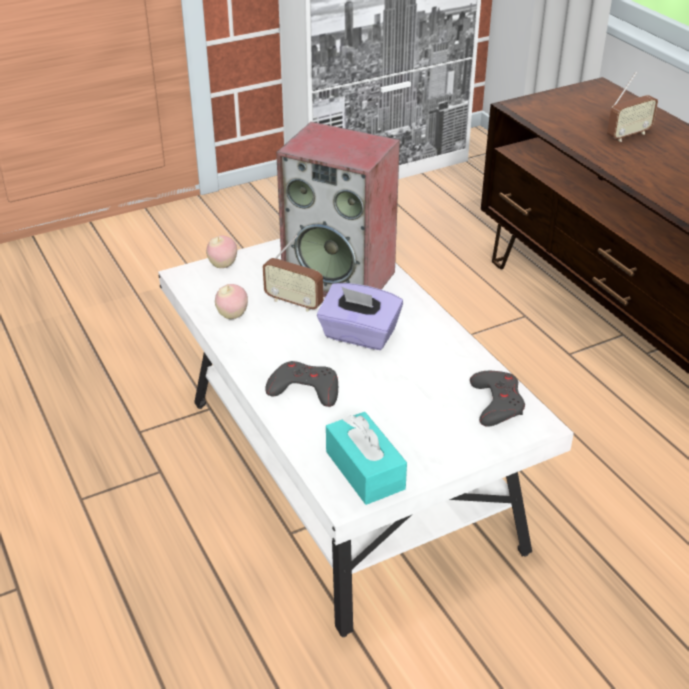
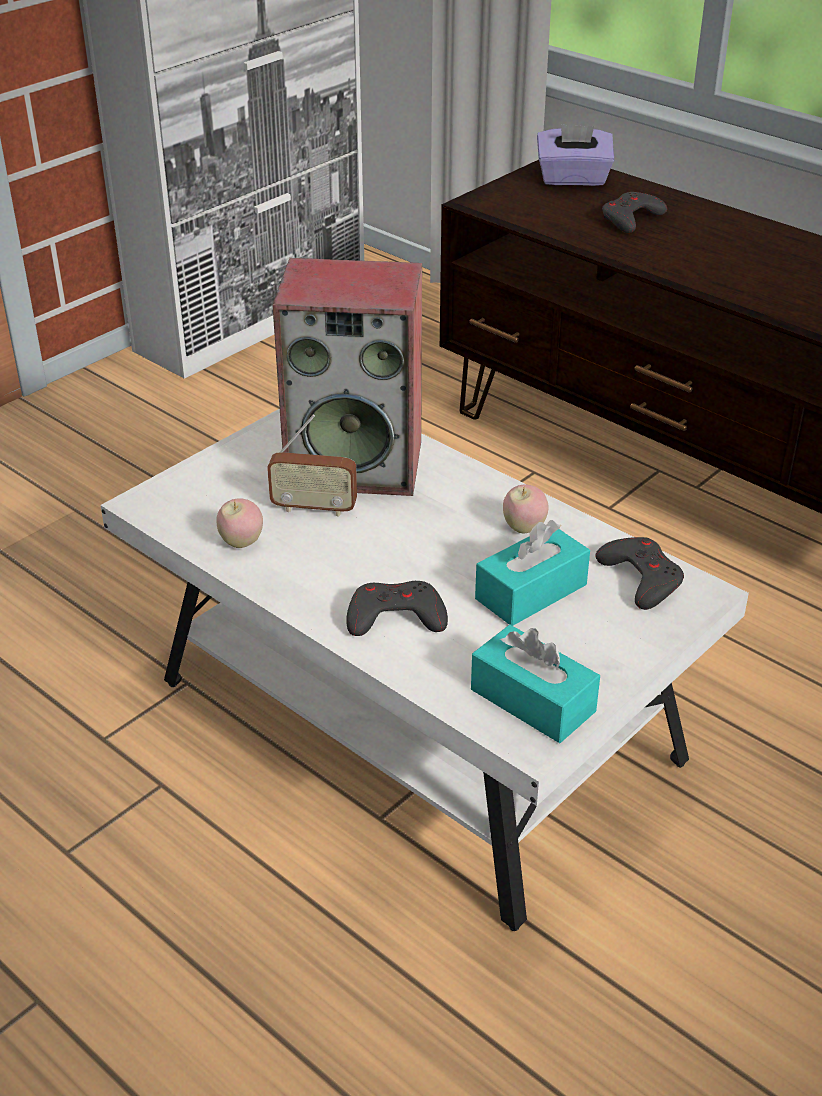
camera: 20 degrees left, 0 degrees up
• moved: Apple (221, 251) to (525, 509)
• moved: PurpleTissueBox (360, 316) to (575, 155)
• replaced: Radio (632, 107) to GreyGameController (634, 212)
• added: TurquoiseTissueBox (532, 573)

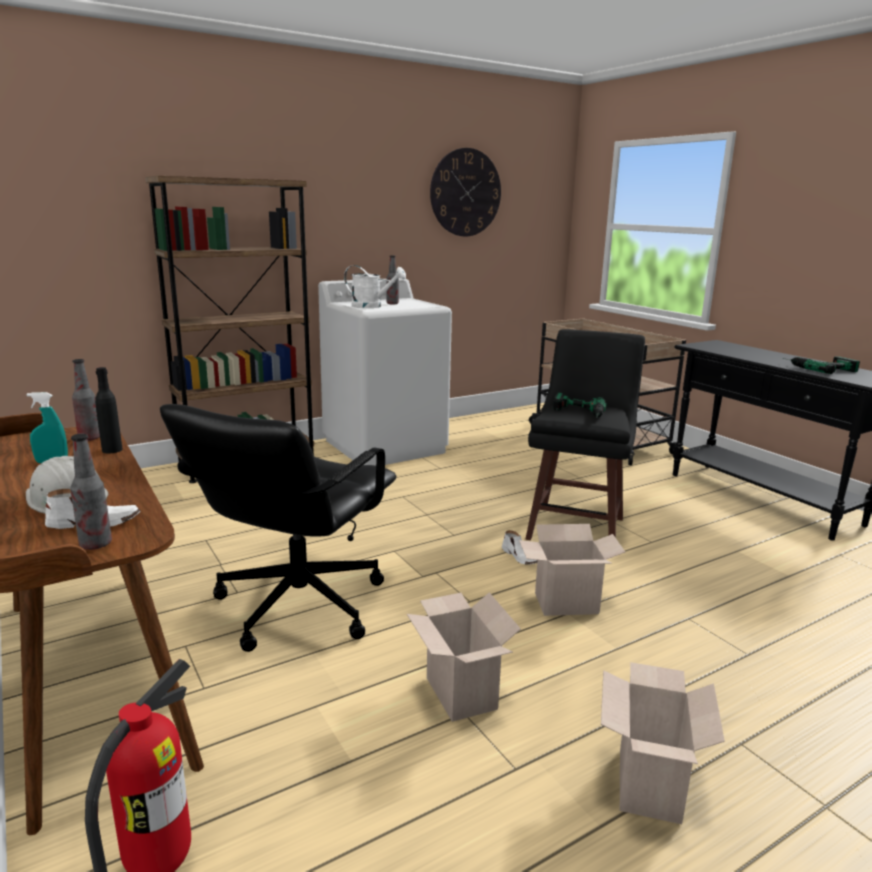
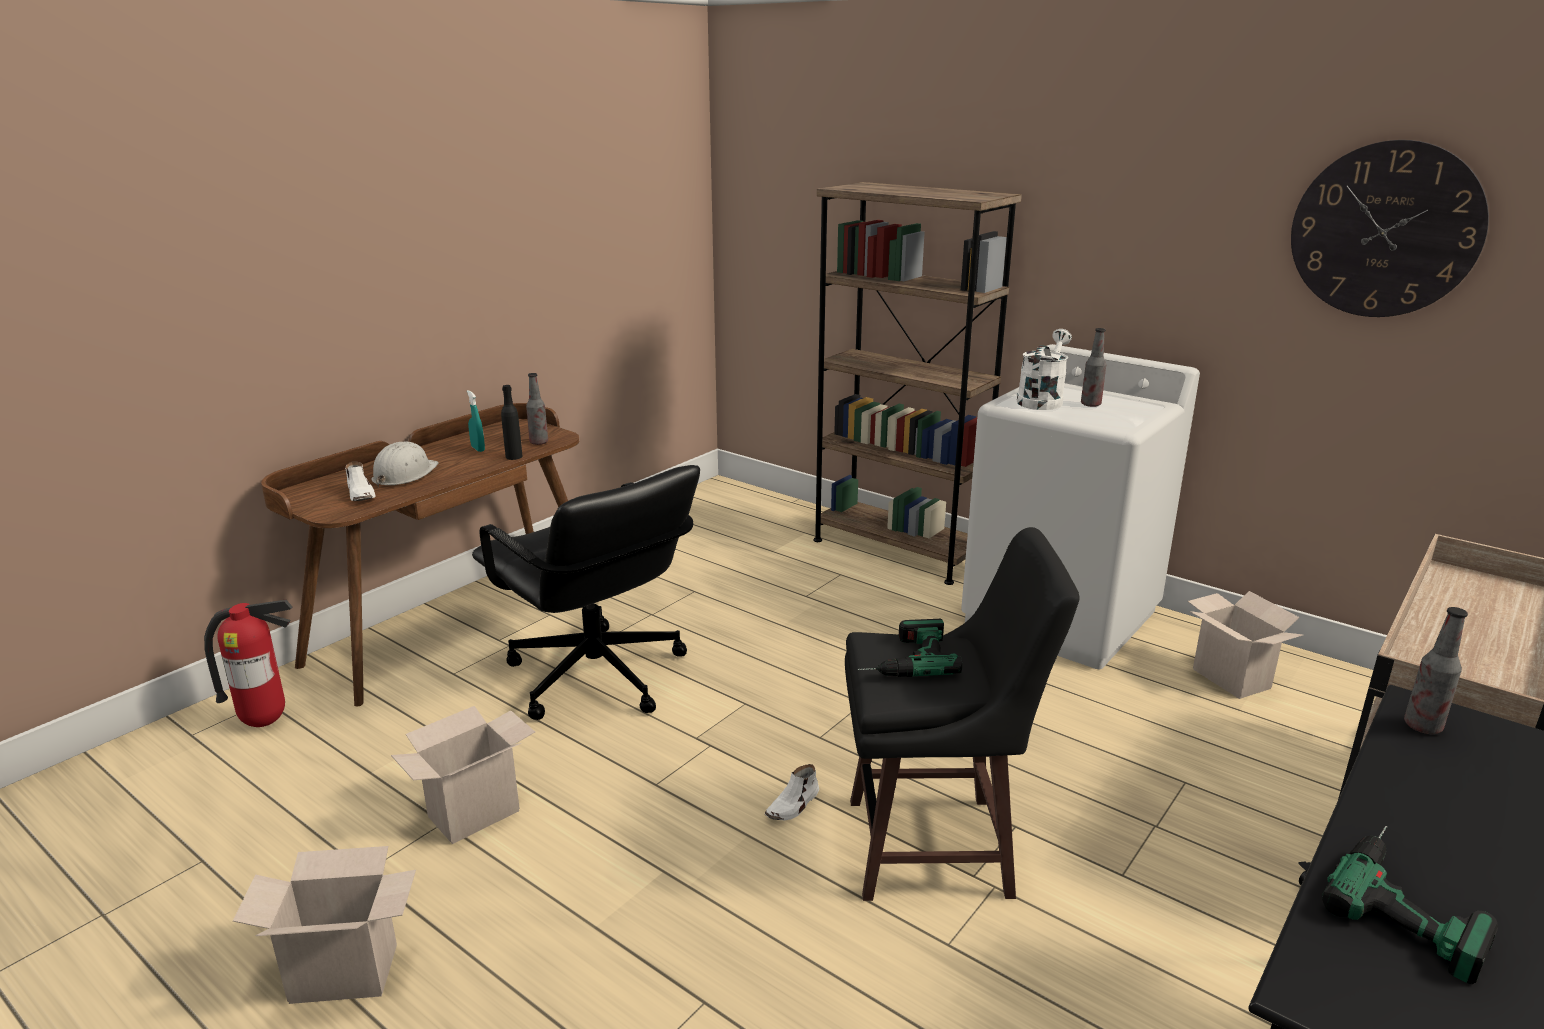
camera: 70 degrees right, 5 degrees up
• moved: Bottle (91, 492) to (1436, 670)
• turned: BlackOfficeChair (278, 528) = (586, 592) 135 degrees counterclockwise
• turned: WhiteWateringCan (375, 286) = (1044, 369) 150 degrees counterclockwise
• moved: CardboardBox (572, 570) to (1245, 645)

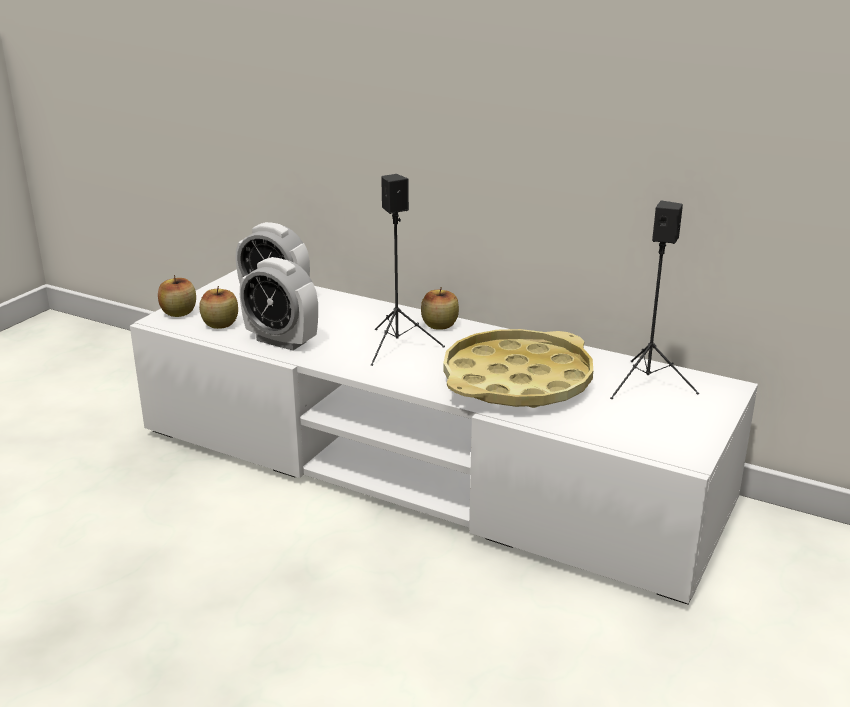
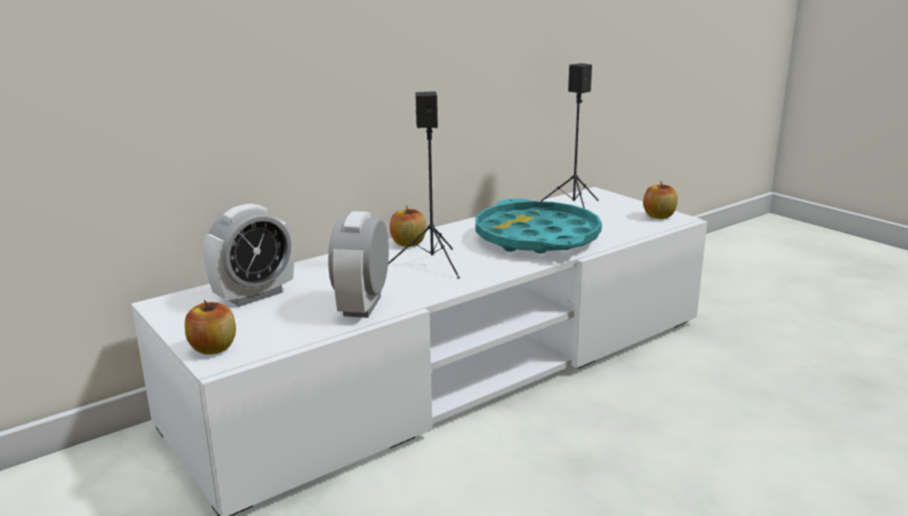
camera: 65 degrees left, 5 degrees down
• moved: Apple (218, 307) to (660, 200)
• turned: AlarmClock (279, 304) = (358, 264) 135 degrees clockwise
• recoloured: YellowTray (518, 368) to TurquoiseTray (539, 226)

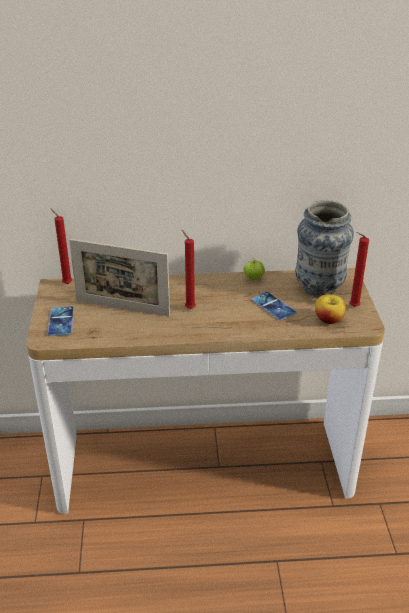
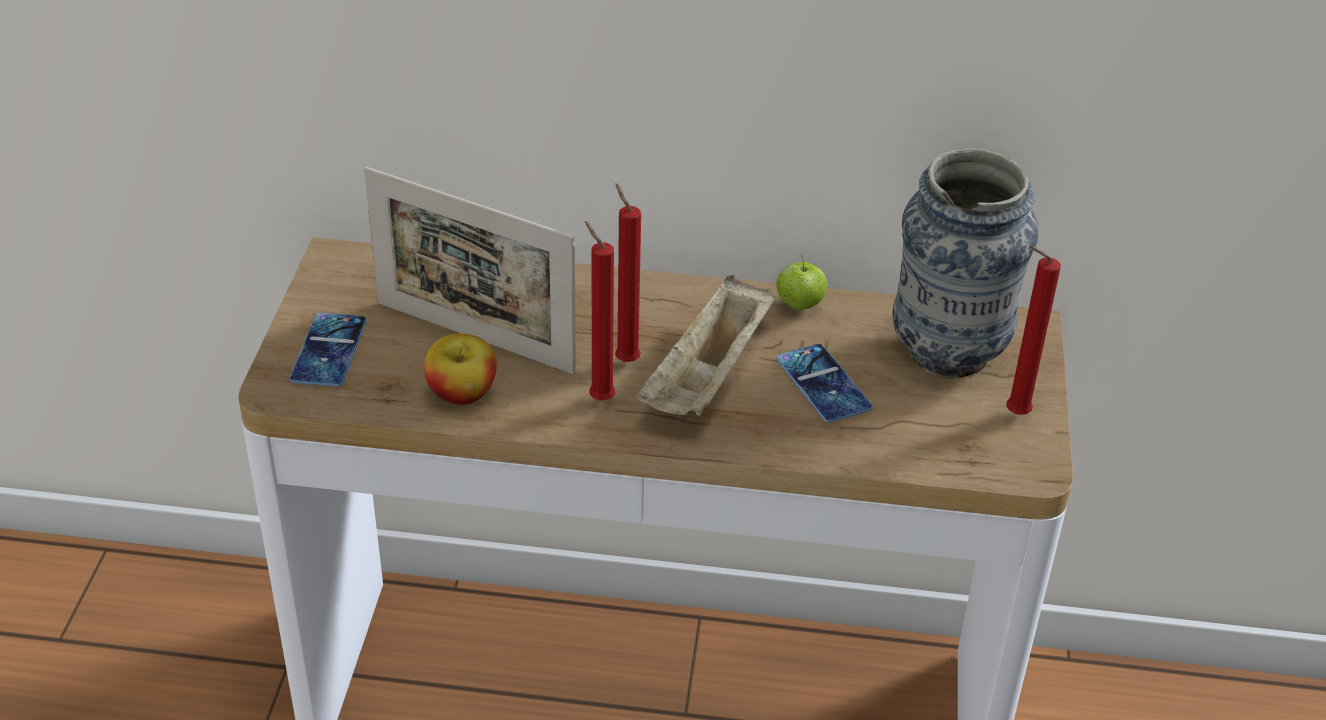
camera: 10 degrees right, 5 degrees up
• moved: RedCandle (61, 246) to (600, 310)
• moved: Apple (330, 309) to (460, 369)
• added: BeigeTray (706, 345)

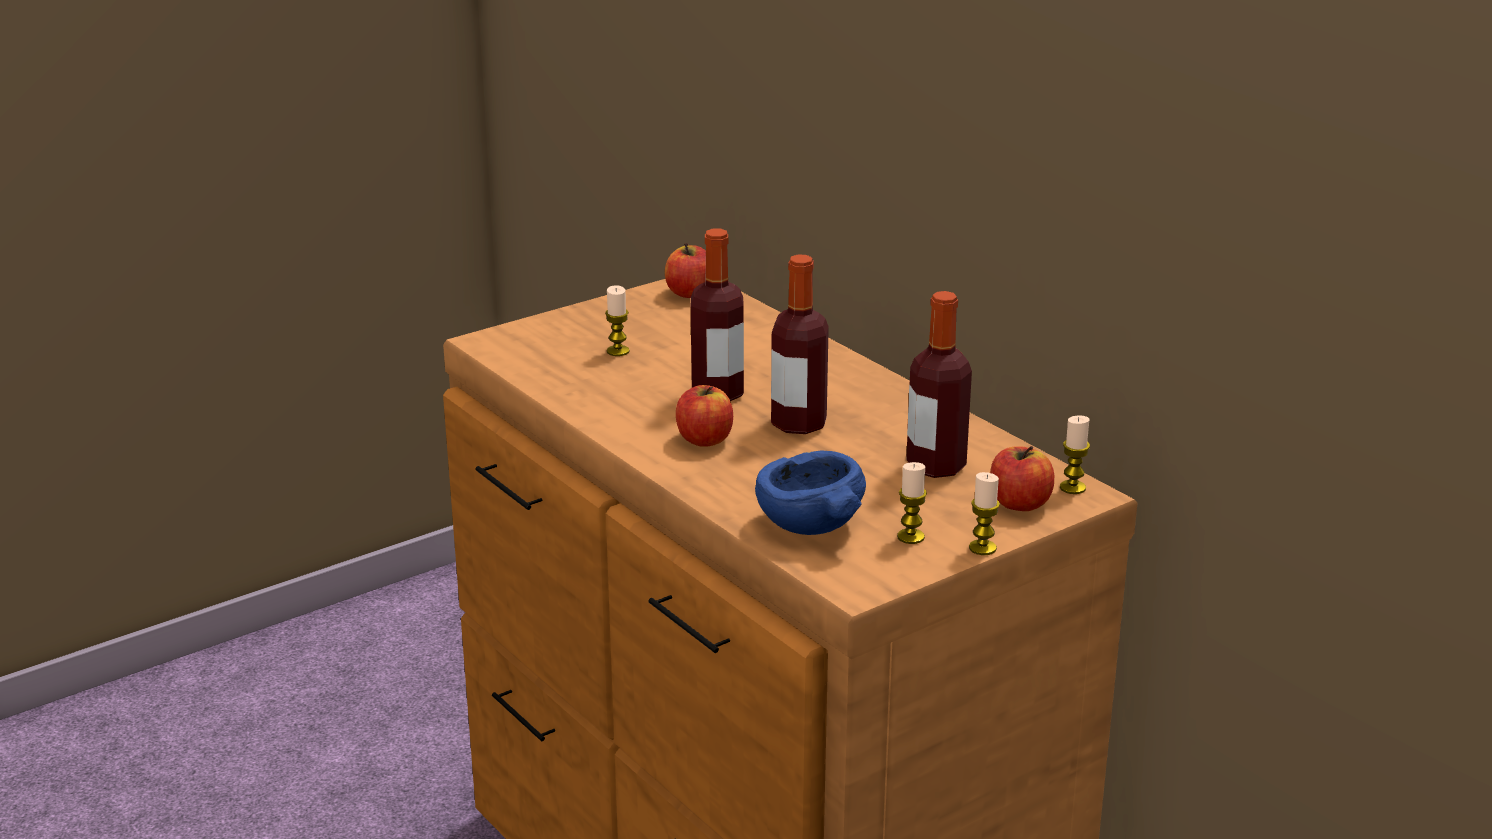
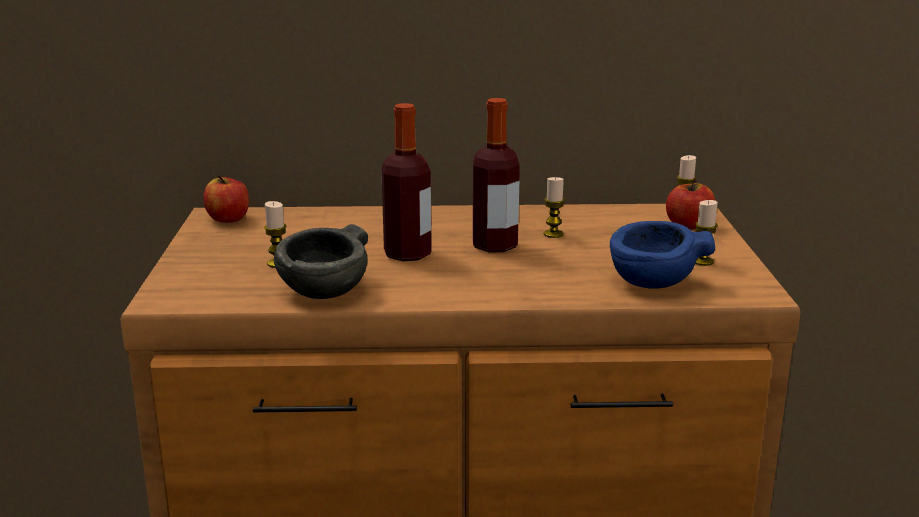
camera: 55 degrees left, 5 degrees down
• removed: Apple (704, 416)
• removed: Bottle (939, 384)
• moved: Candle (984, 513) to (554, 207)
• added: GreyBowl (321, 261)

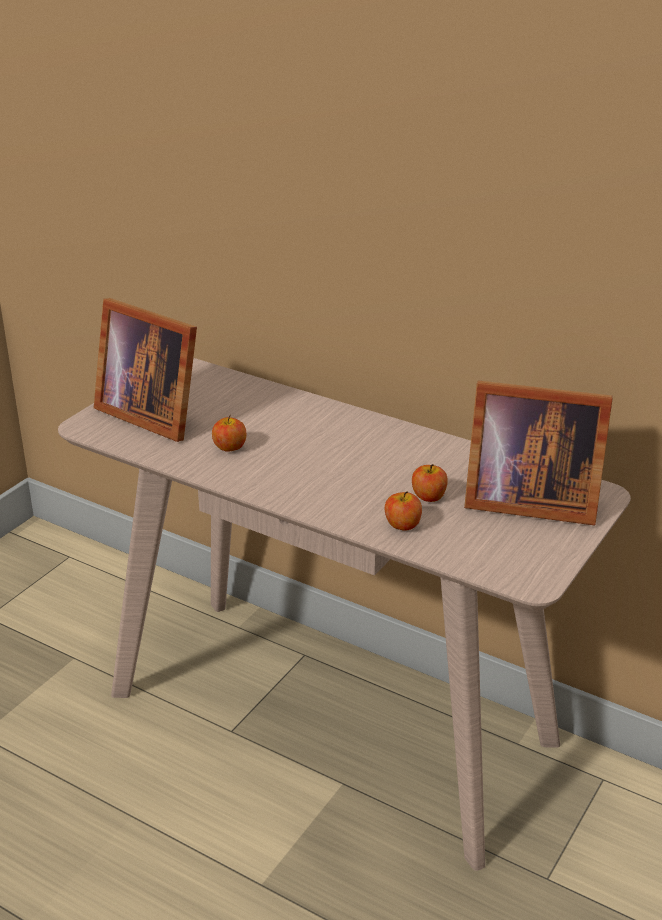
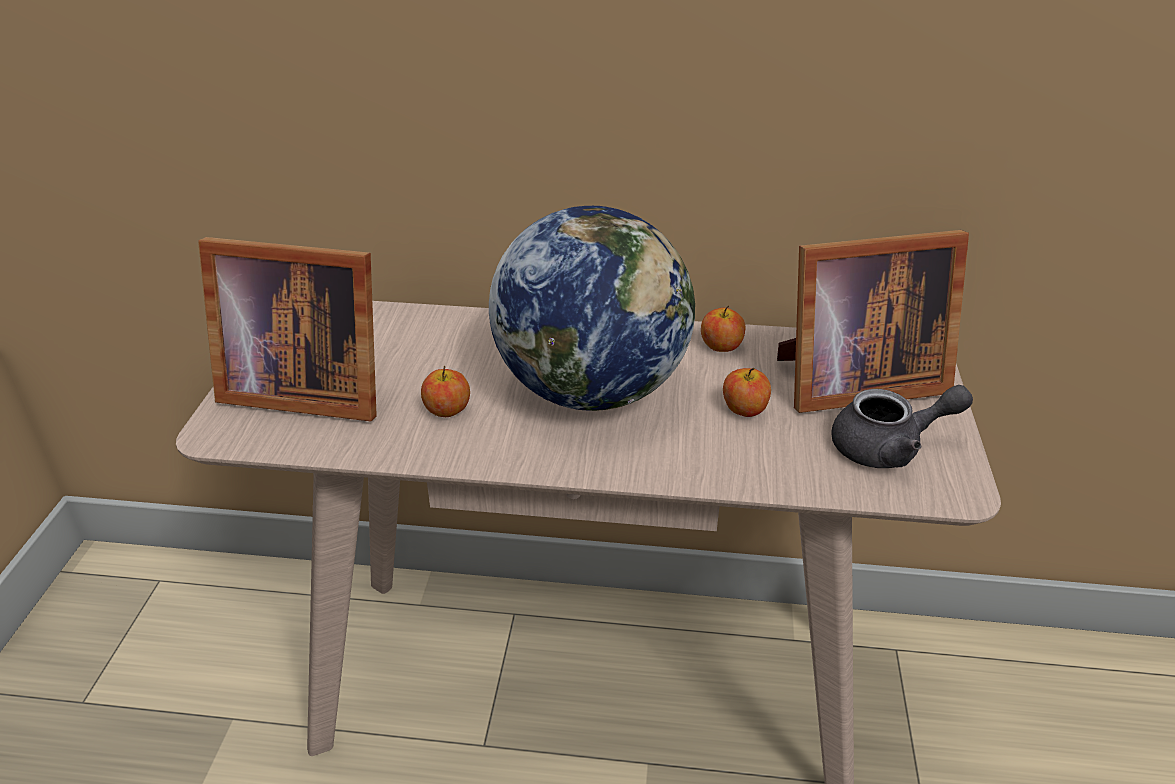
camera: 25 degrees left, 5 degrees up
• moved: Apple (403, 511) to (723, 328)
• added: Globe (592, 308)
• added: GreyTeapot (902, 426)

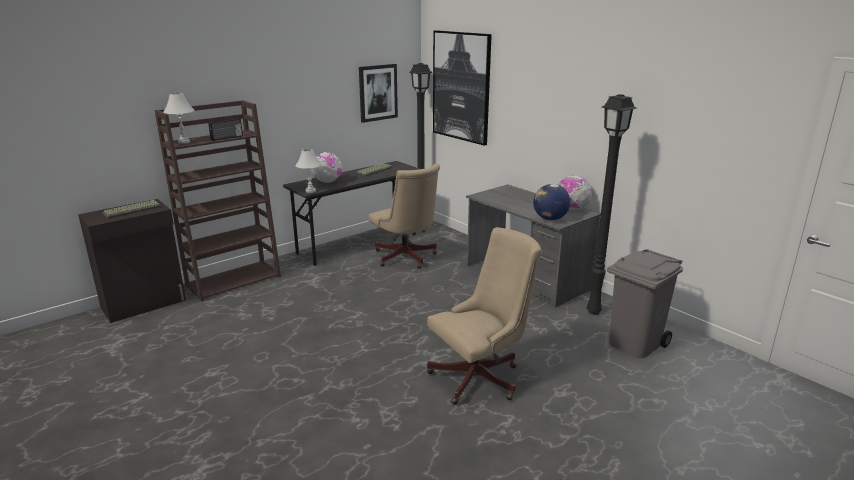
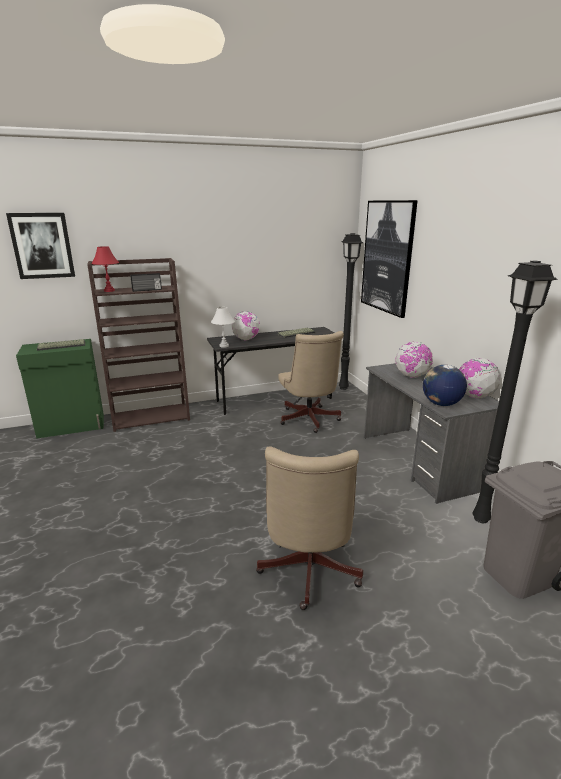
camera: 20 degrees right, 0 degrees up
• recoloured: BlackCabinet (132, 261) to GreenCabinet (60, 389)
• recoloured: WhiteTableLamp (179, 118) to RedTableLamp (105, 269)
• moved: Picture (378, 93) to (40, 246)
• turned: BeigeOfficeChair (484, 316) = (309, 528) 105 degrees clockwise
• added: Globe (414, 360)

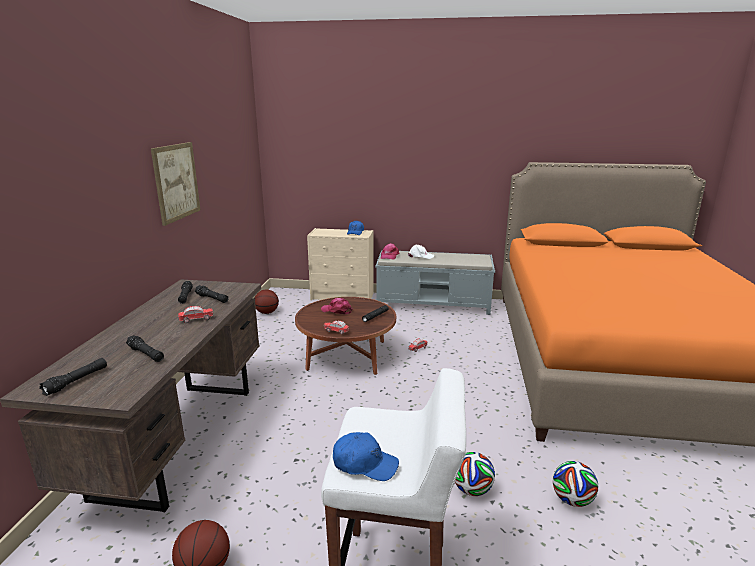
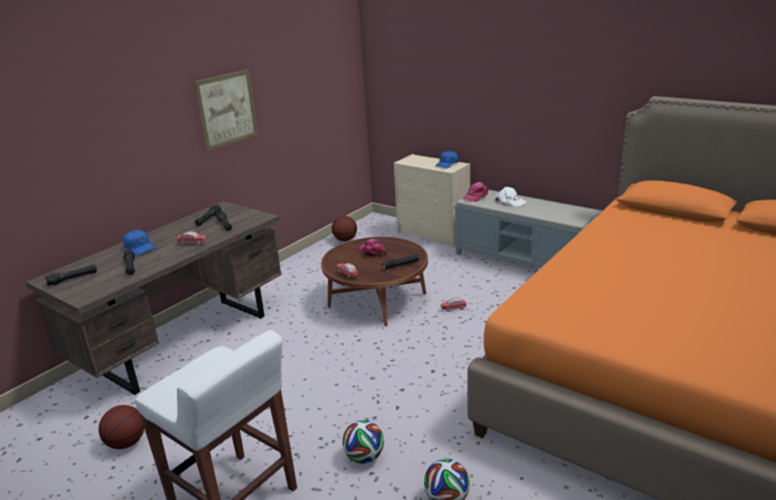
camera: 30 degrees right, 5 degrees up
• moved: BlueCap (366, 456) to (139, 242)

